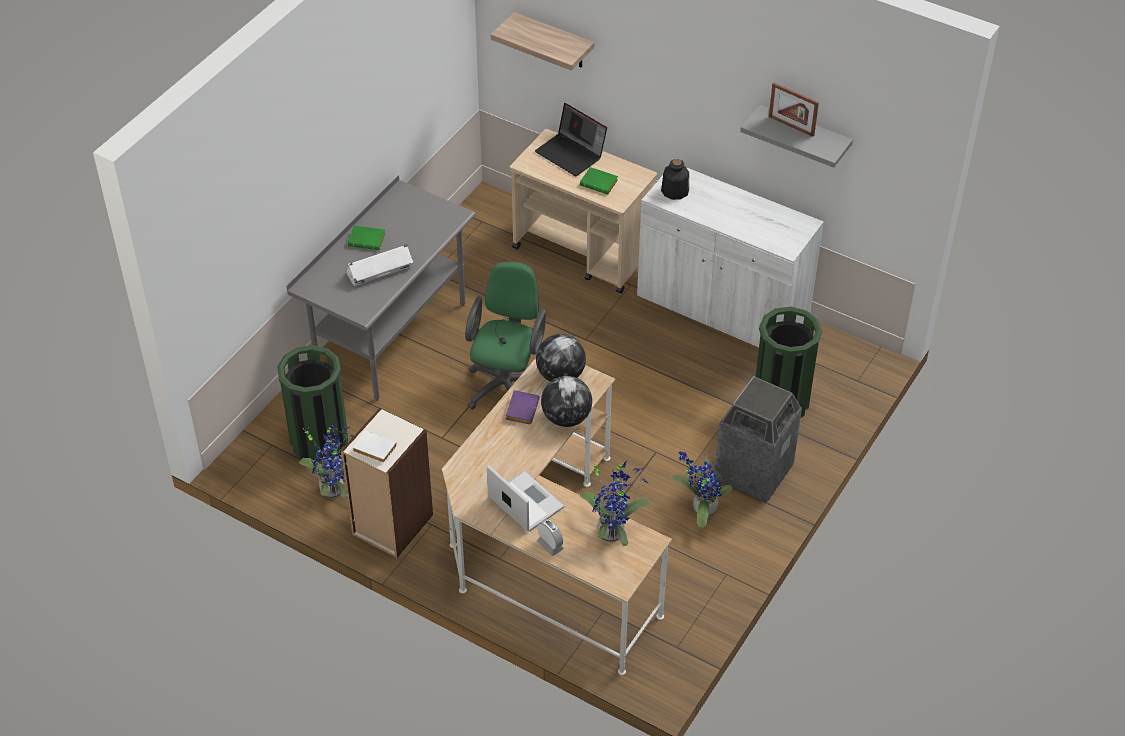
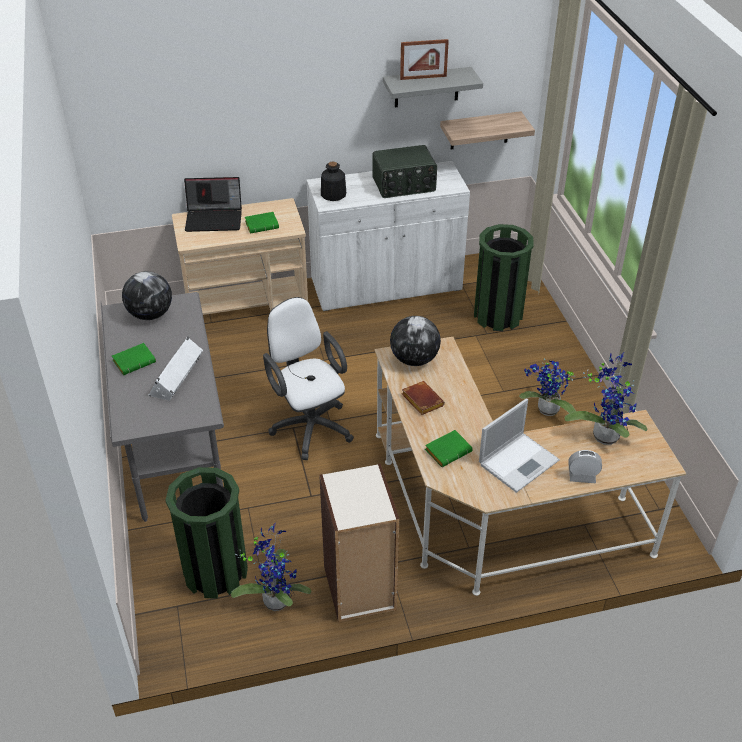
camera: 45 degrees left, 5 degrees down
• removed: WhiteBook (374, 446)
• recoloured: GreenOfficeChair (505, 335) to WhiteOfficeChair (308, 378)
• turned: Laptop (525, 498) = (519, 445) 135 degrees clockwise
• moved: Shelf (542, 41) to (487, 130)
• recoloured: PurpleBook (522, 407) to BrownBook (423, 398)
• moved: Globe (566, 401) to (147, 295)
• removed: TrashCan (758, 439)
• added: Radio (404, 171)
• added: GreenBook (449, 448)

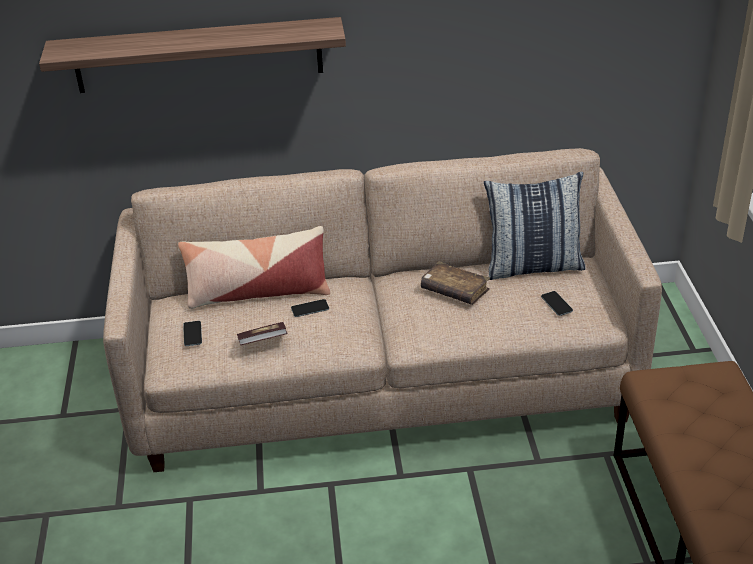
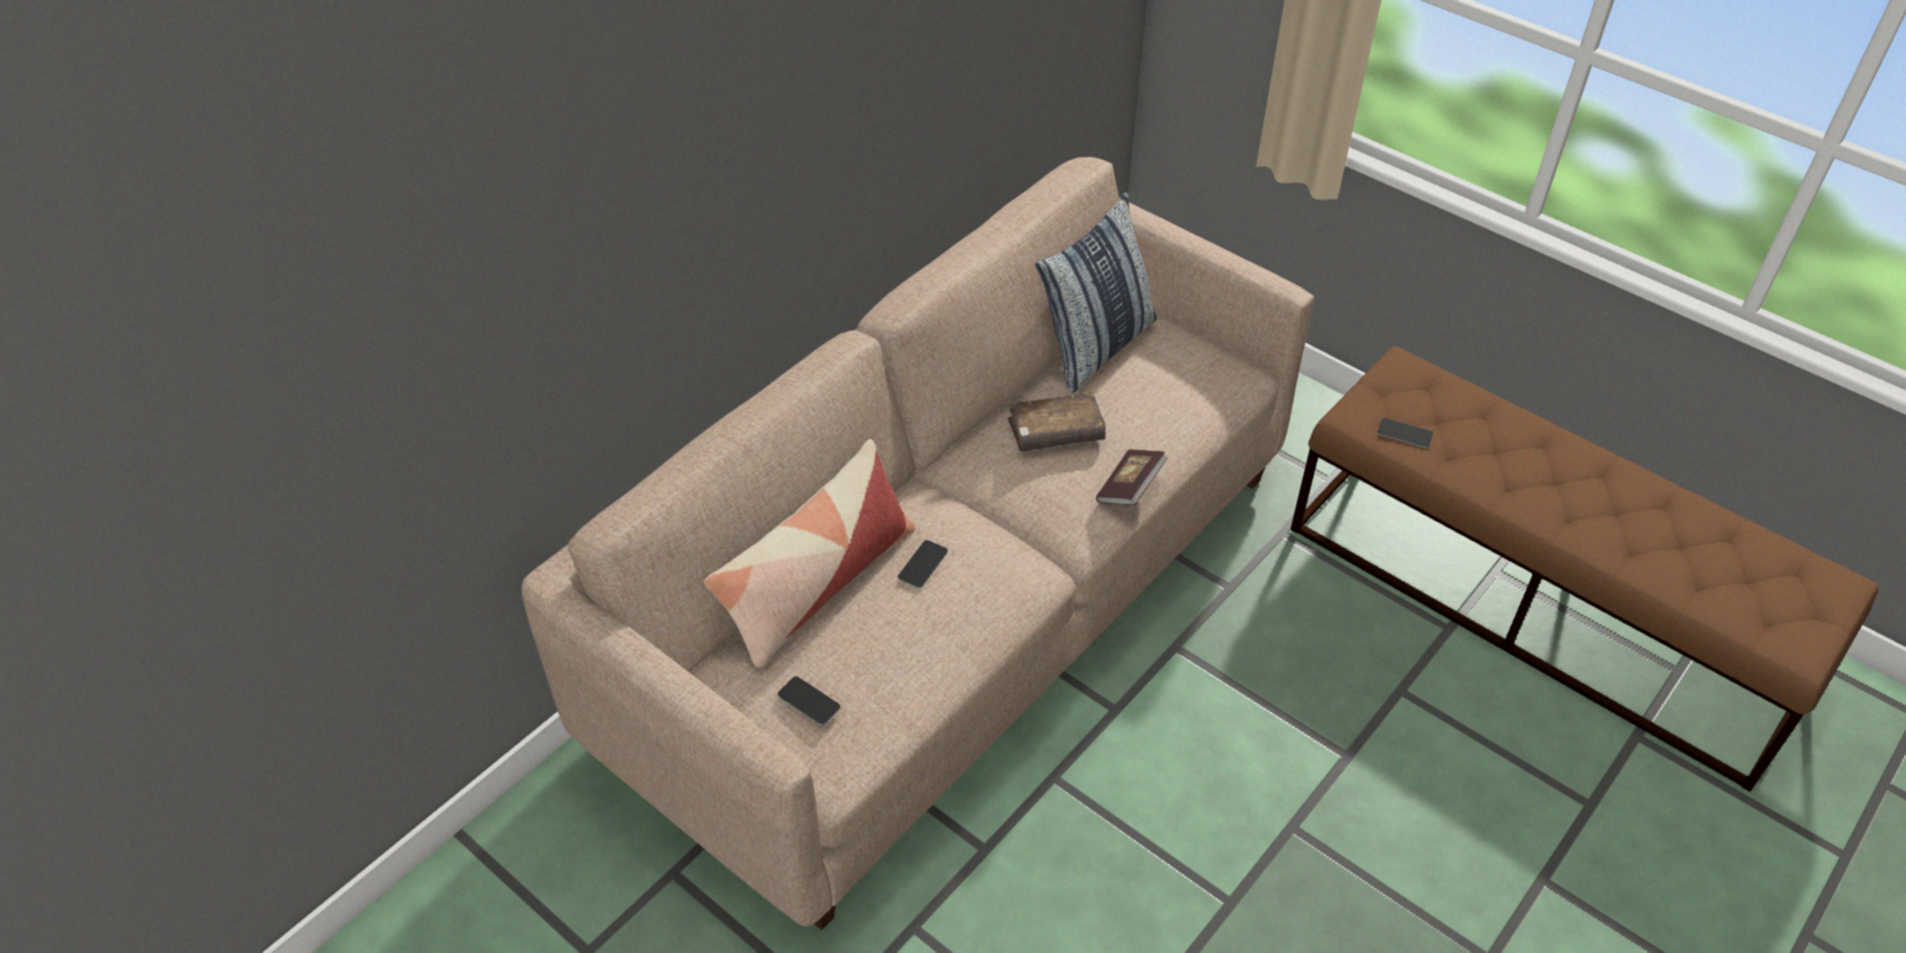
camera: 45 degrees left, 10 degrees up
• removed: Shelf (192, 55)
• moved: Book (262, 333) to (1131, 477)
• moved: Phone (557, 303) to (1405, 433)

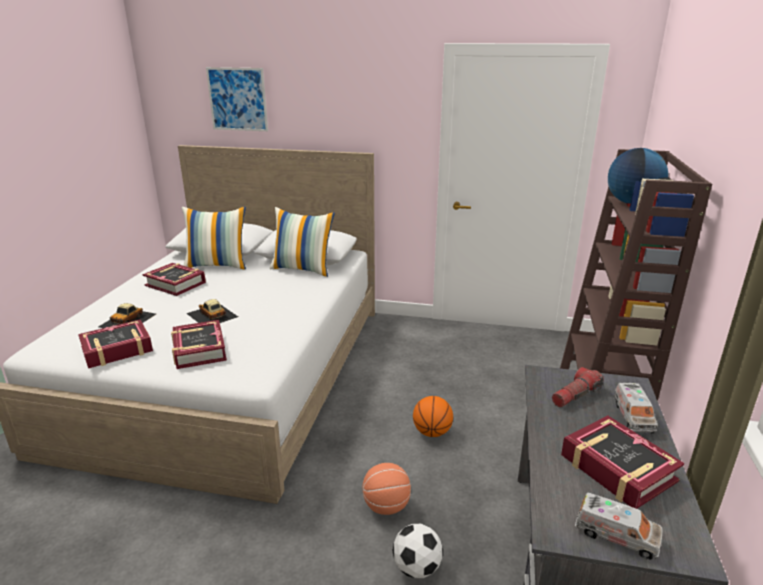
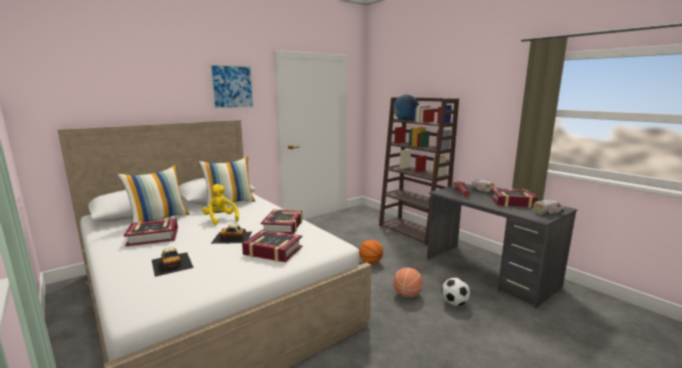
camera: 50 degrees left, 10 degrees down
• moved: Book (115, 343) to (281, 222)
• moved: Picture (237, 99) to (232, 86)
• added: YellowPlushToy (220, 204)

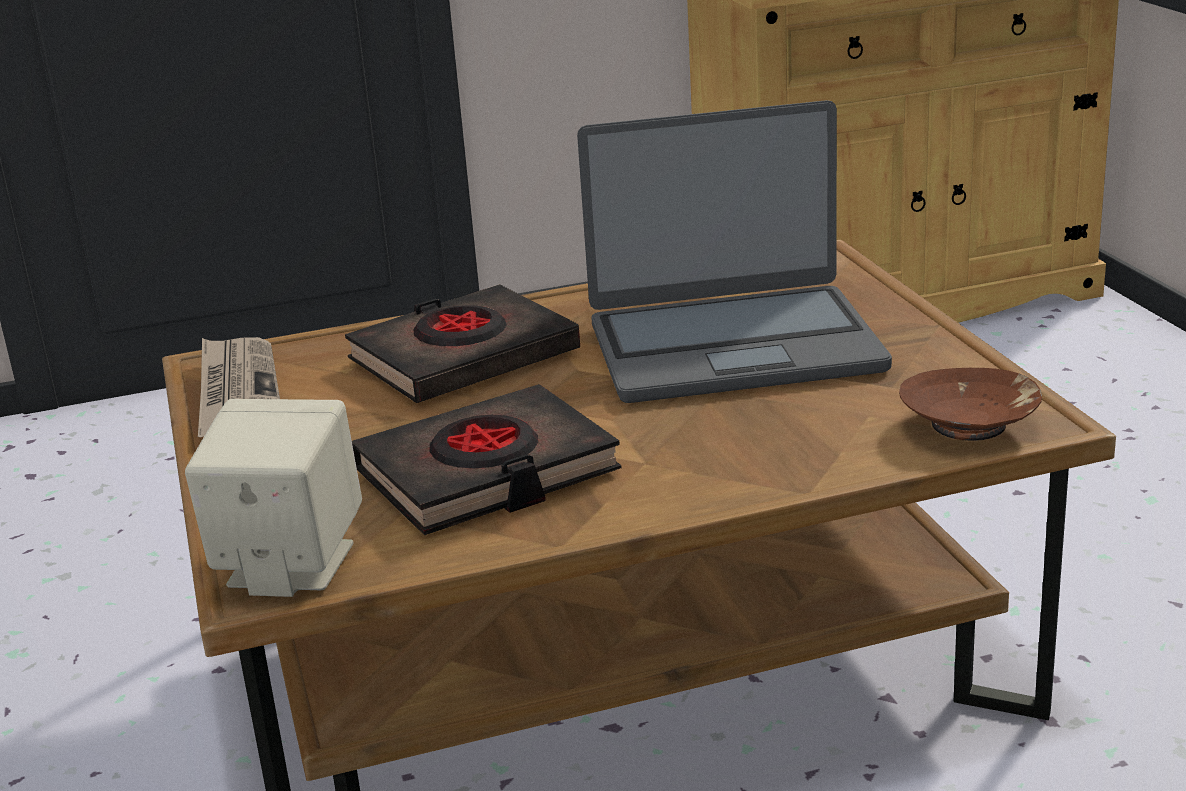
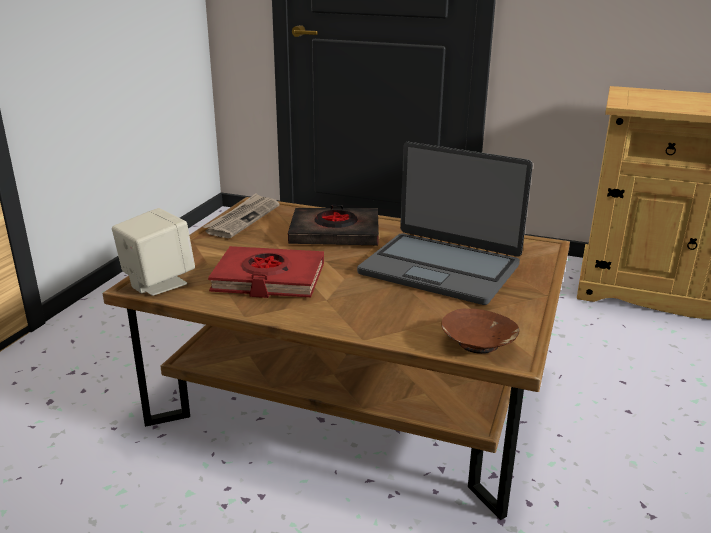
camera: 35 degrees right, 0 degrees up
• recoloured: BlackBook (487, 459) to RedBook (266, 272)

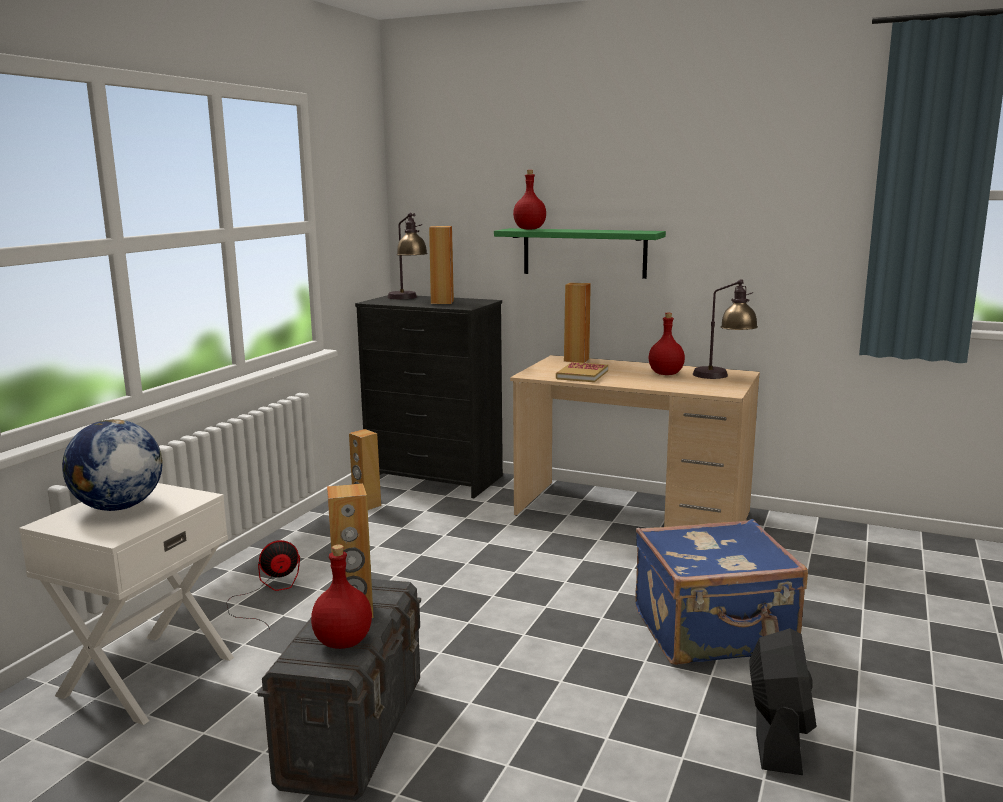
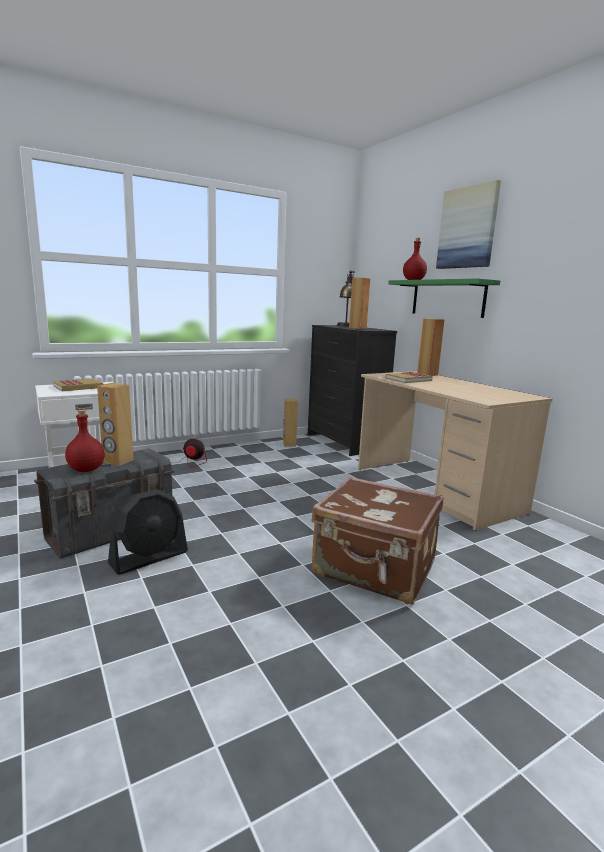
camera: 35 degrees right, 0 degrees up
• replaced: Globe (112, 465) to Book (78, 385)
• recoloured: BlueSuitcase (722, 592) to BrownSuitcase (377, 540)
• removed: RedBottle (667, 344)
• removed: TableLamp (725, 329)
• moved: BlackFan (783, 701) to (148, 532)
• added: Picture (468, 224)

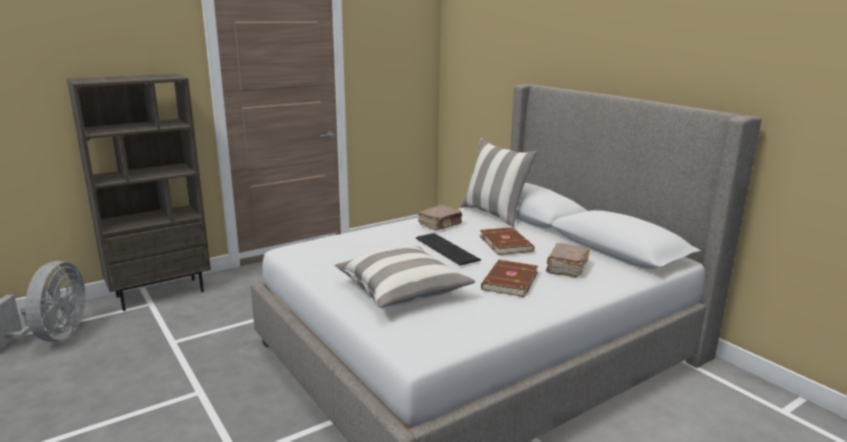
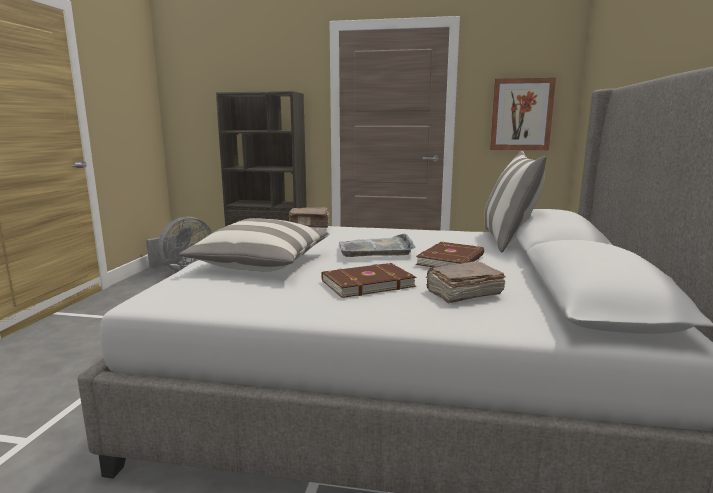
camera: 45 degrees right, 5 degrees down
• replaced: Keyboard (448, 249) to GreyTray (377, 245)
• moved: BrownBook (440, 217) to (308, 217)
• added: Picture (523, 114)

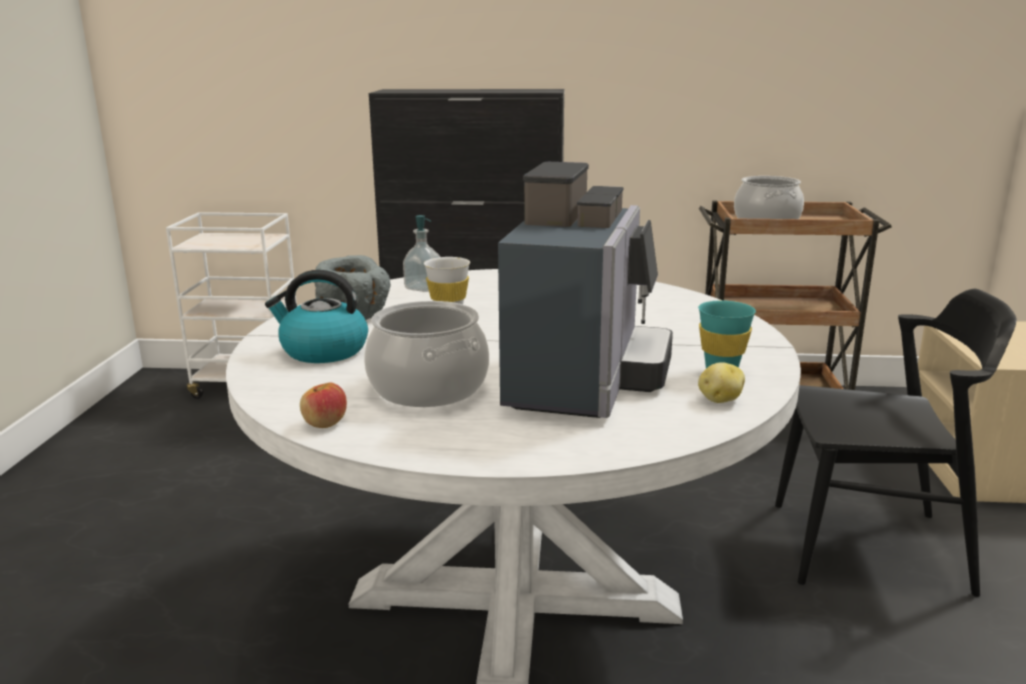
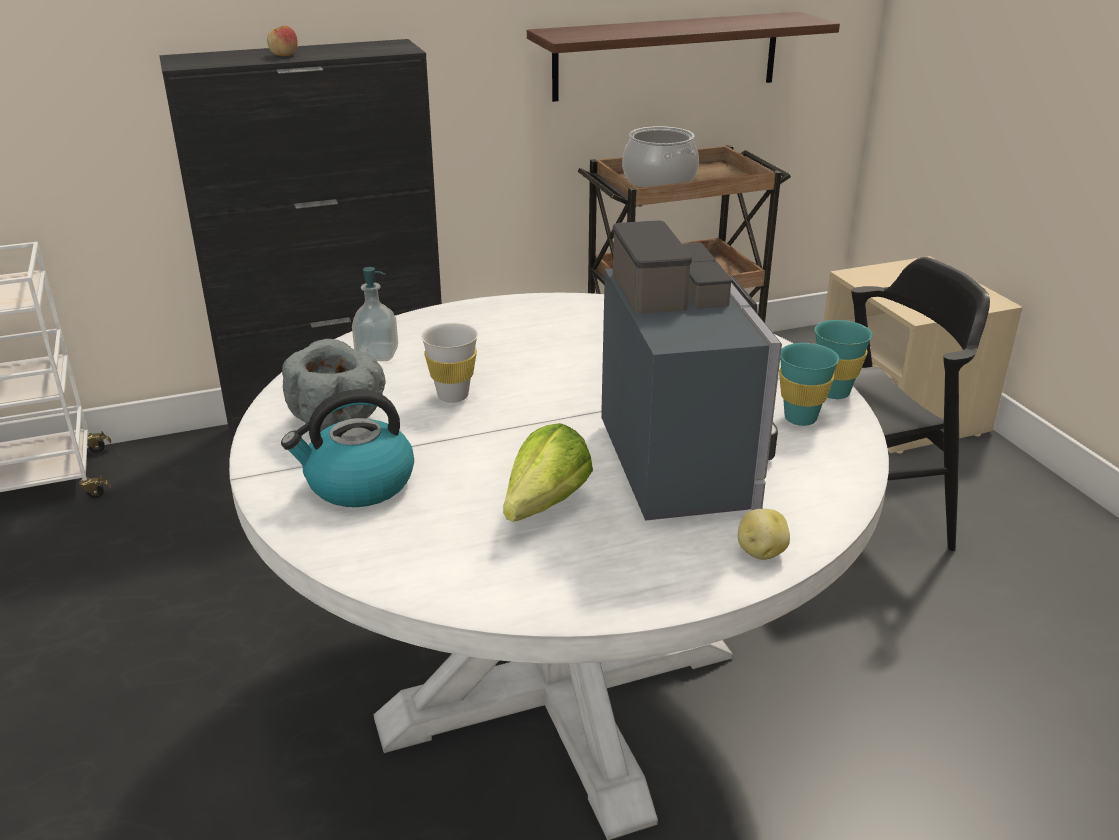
camera: 25 degrees left, 10 degrees up
• moved: Apple (323, 405) to (282, 41)
• replaced: CookingPot (426, 354) to Lettuce (548, 472)
• moved: Potato (721, 382) to (764, 534)
• added: Shelf (683, 57)
• added: TurquoiseCup (844, 359)

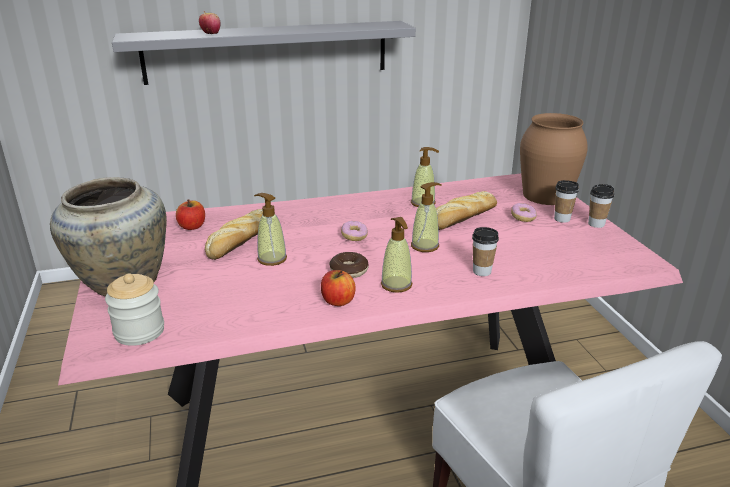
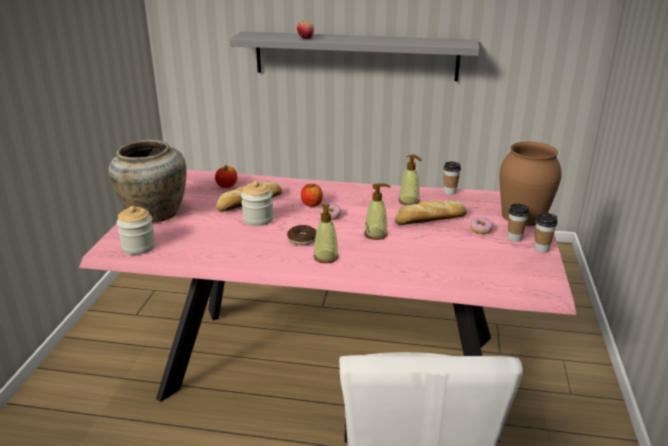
camera: 25 degrees right, 0 degrees up
• replaced: SoapDispenser (270, 229) to Jar (257, 203)
• moved: Apple (338, 288) to (312, 195)
• moved: Cup (485, 251) to (452, 178)

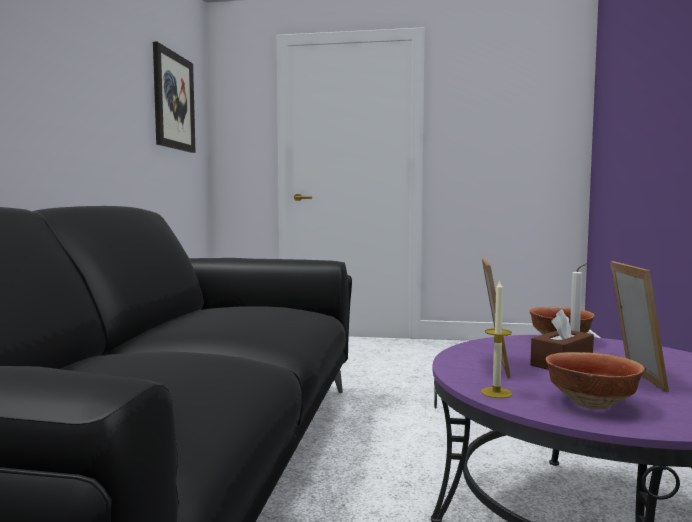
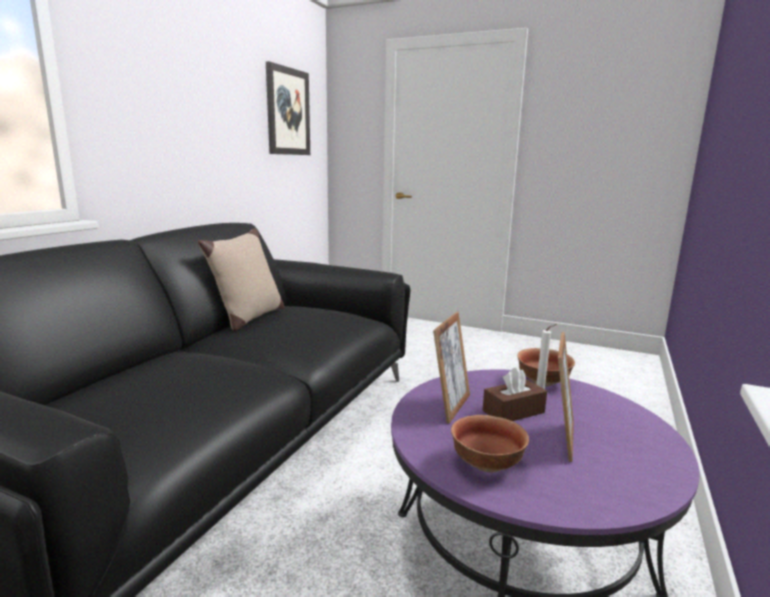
camera: 15 degrees right, 10 degrees up
• removed: Candle (496, 338)
• added: BeigePillow (241, 280)

